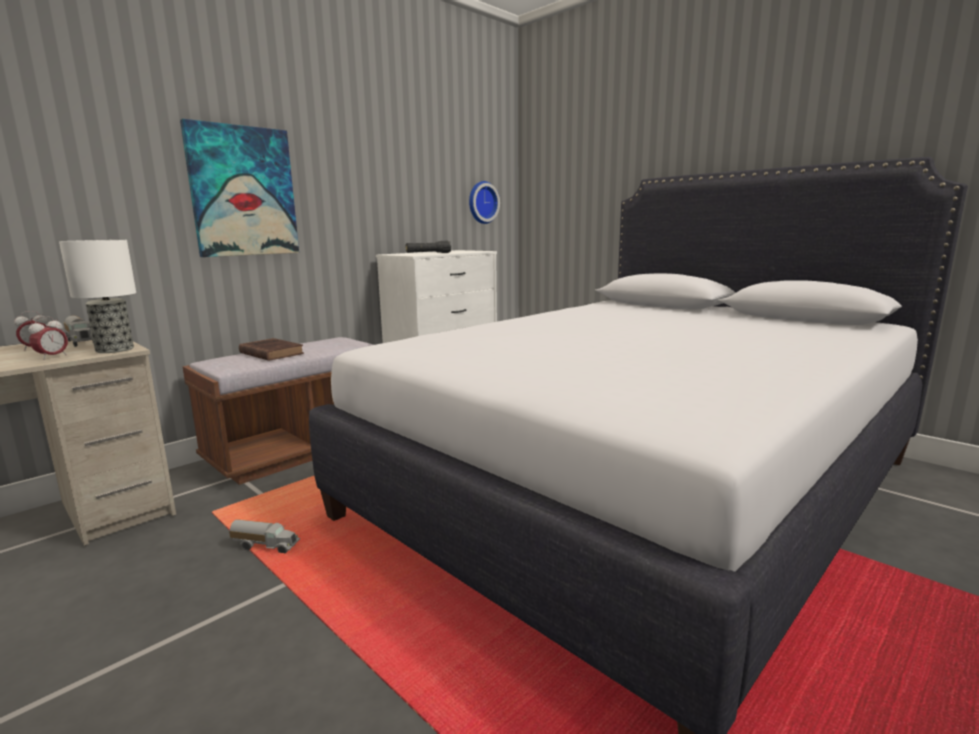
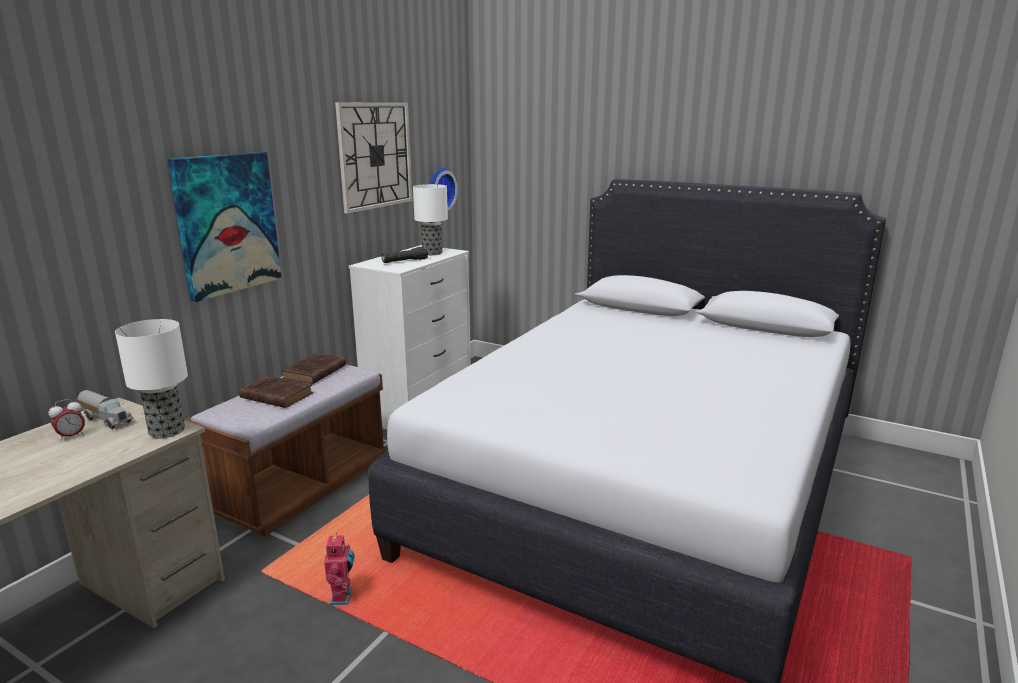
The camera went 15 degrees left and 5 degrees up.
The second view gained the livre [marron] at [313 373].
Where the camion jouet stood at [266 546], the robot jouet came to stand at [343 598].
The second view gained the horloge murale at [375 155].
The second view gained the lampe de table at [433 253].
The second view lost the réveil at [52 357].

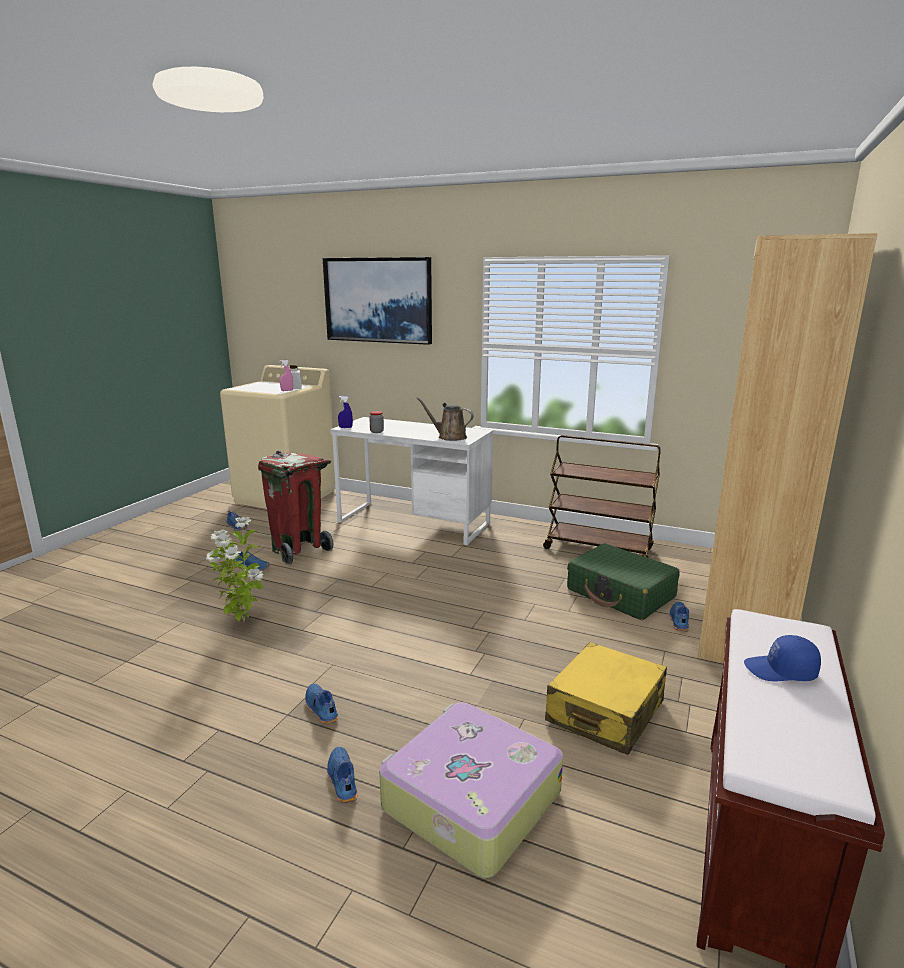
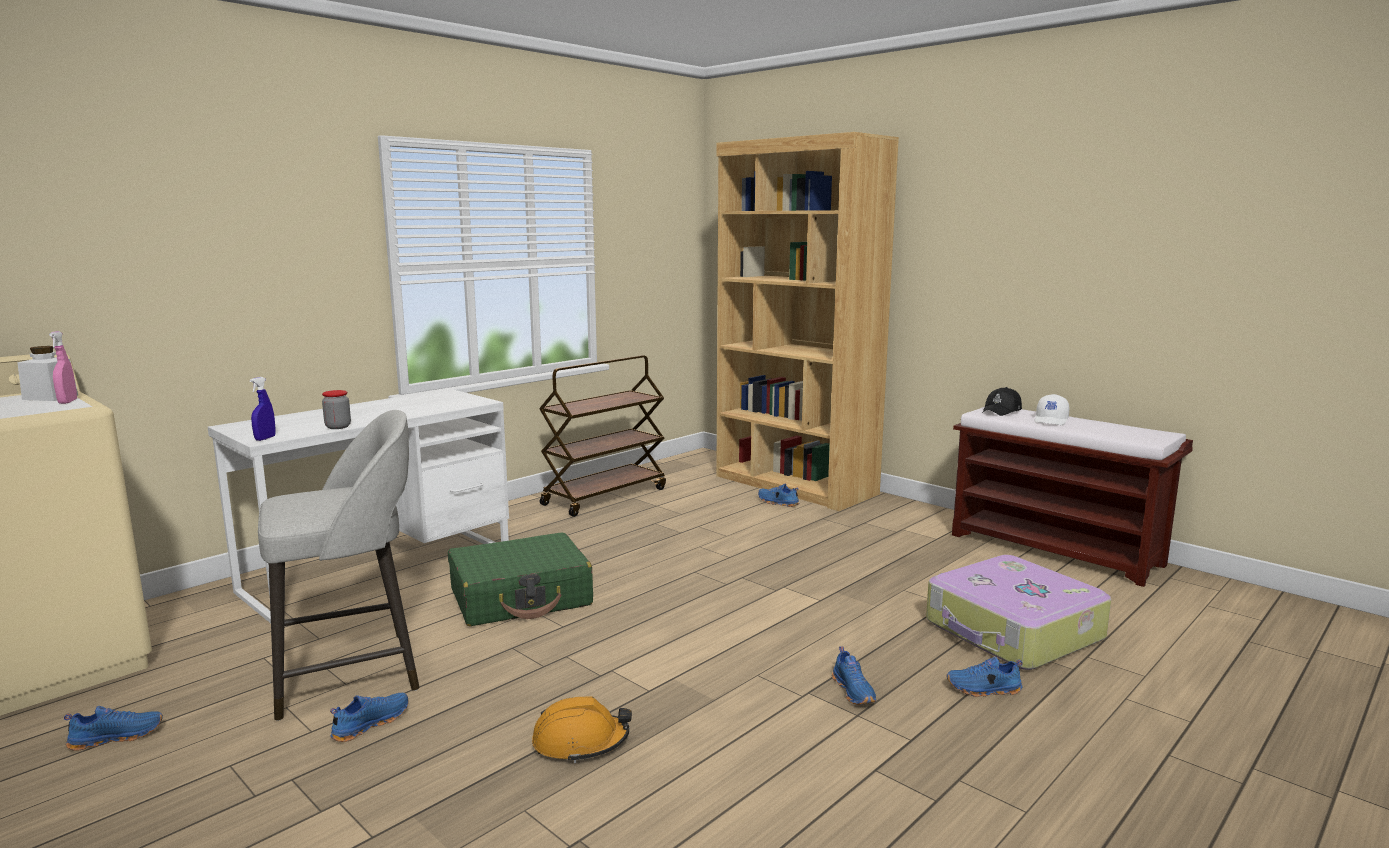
The camera went 70 degrees left and 5 degrees down.
Where the poubelle [rouge] stood at [298 550], the tabouret [gris] came to stand at [351 673].
The valise [vert] ended up elsewhere, having gone from [621 594] to [521 598].
Where the plante en pot stood at [242 622], the casque de chantier [orange] came to stand at [580 742].
The chaussure [bleu] at [320 709] ended up facing another way, 90 degrees counterclockwise from before.
The second view gained the casquette [noir] at [1002 411].
What was the casquette [bleu] at [780 671] turned into the casquette [blanc] at [1051 420].
The second view lost the tableau at [378 300].
The second view lost the arrosoir [marron] at [449 437].
The second view lost the valise [jaune] at [605 712].

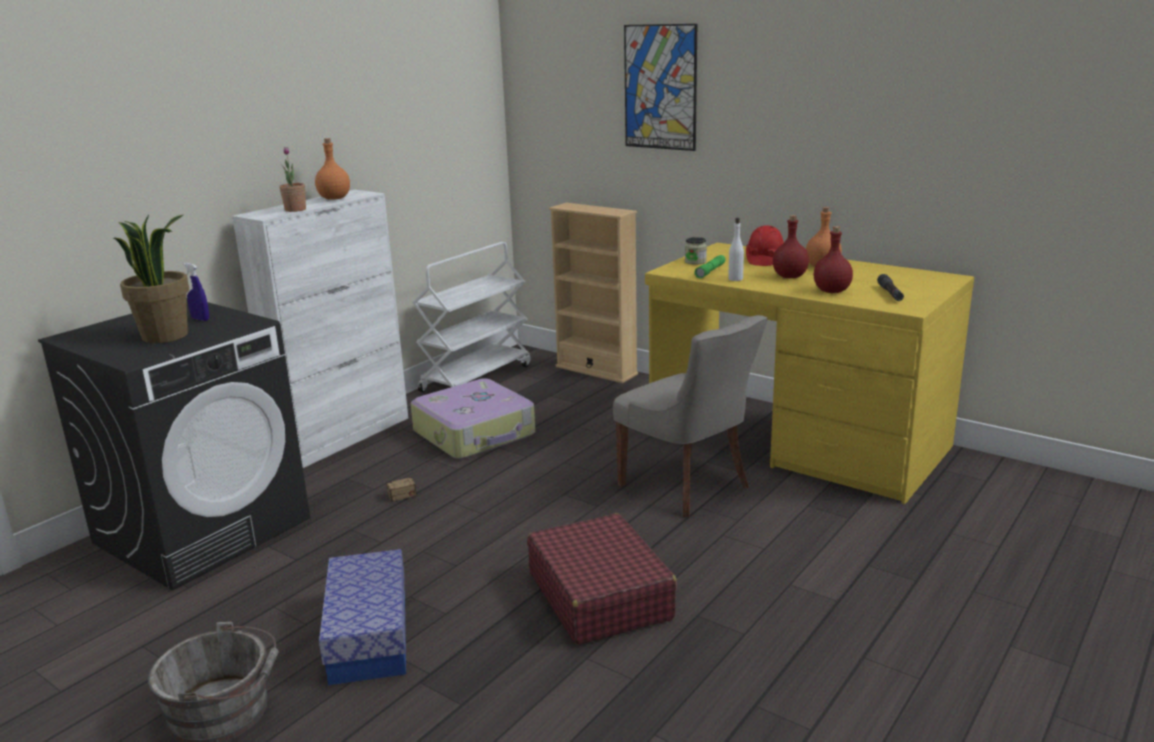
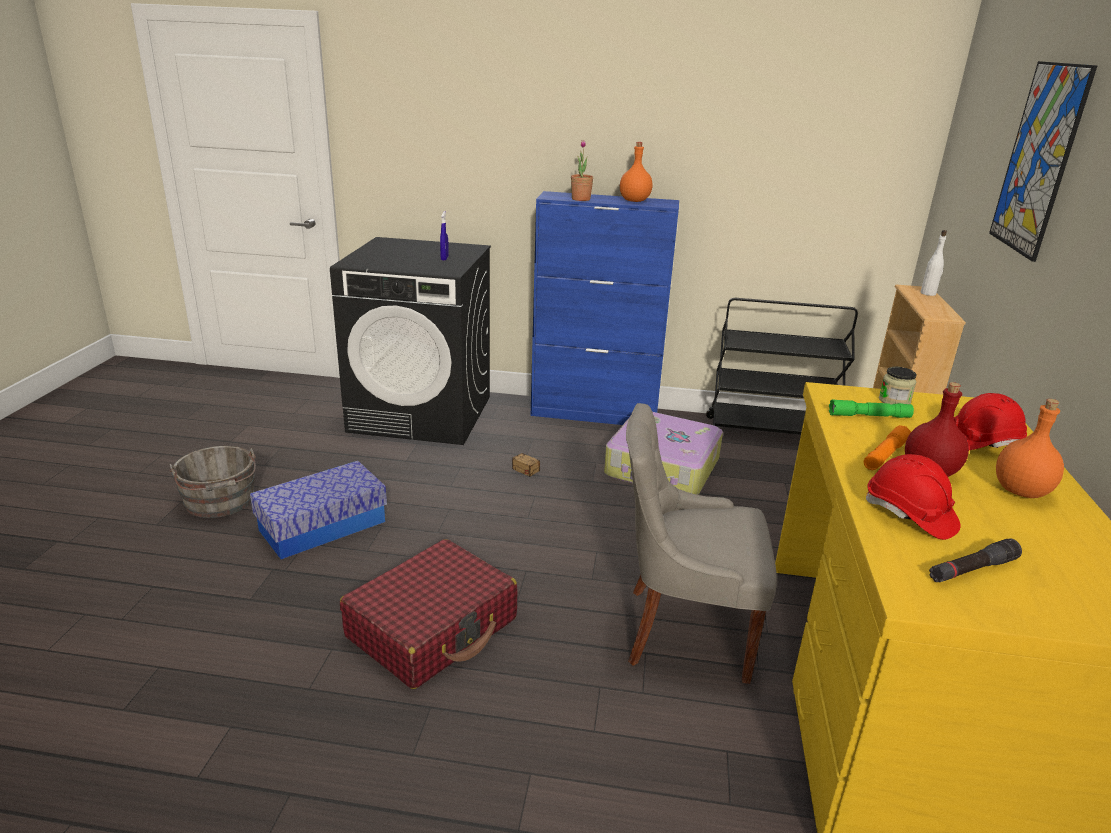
The camera went 60 degrees right and 5 degrees up.
What was the meuble de rangement [blanc] at [344 437] turned into the meuble de rangement [bleu] at [595 413].
The chaise [gris] at [687 486] ended up facing another way, 75 degrees clockwise from before.
What was the chariot [blanc] at [476 378] turned into the chariot [noir] at [769 433].
The second view gained the lampe de poche [orange] at [885 455].
Where the bouteille [rouge] stood at [832 291], the casque de chantier [rouge] came to stand at [909 515].
The bouteille [blanc] ended up elsewhere, having gone from [735 279] to [928 293].
The second view lost the plante en pot at [166 336].

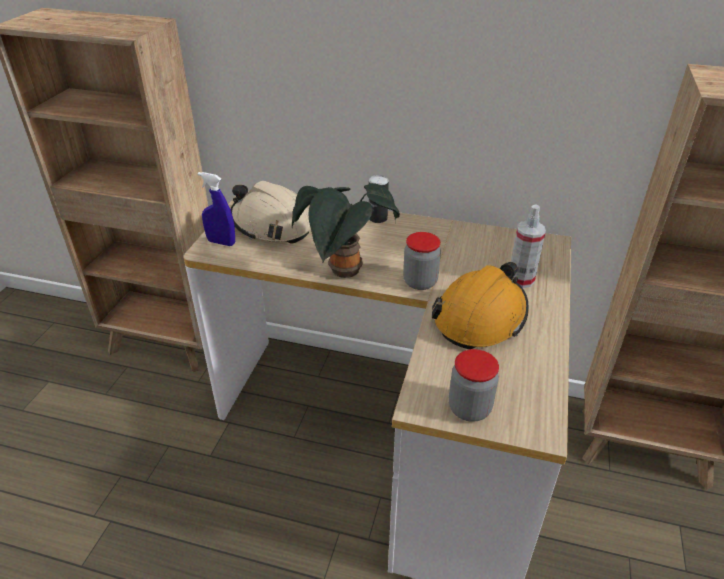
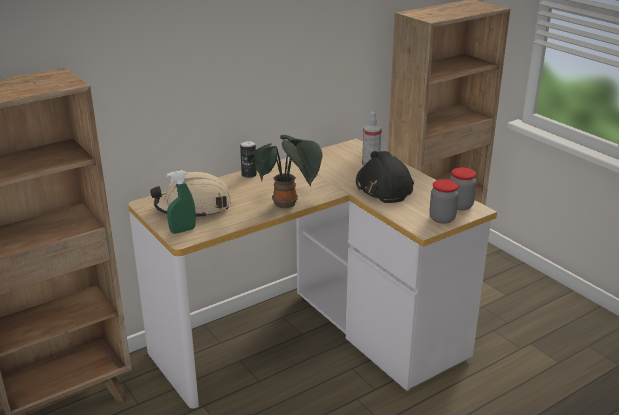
The camera went 50 degrees left and 10 degrees down.
What was the vaporisateur [bleu] at [221 242] turned into the vaporisateur [vert] at [183 230].
What was the casque de chantier [orange] at [480 317] turned into the casque de chantier [noir] at [383 187].
The bocal ended up elsewhere, having gone from [420 282] to [460 206].

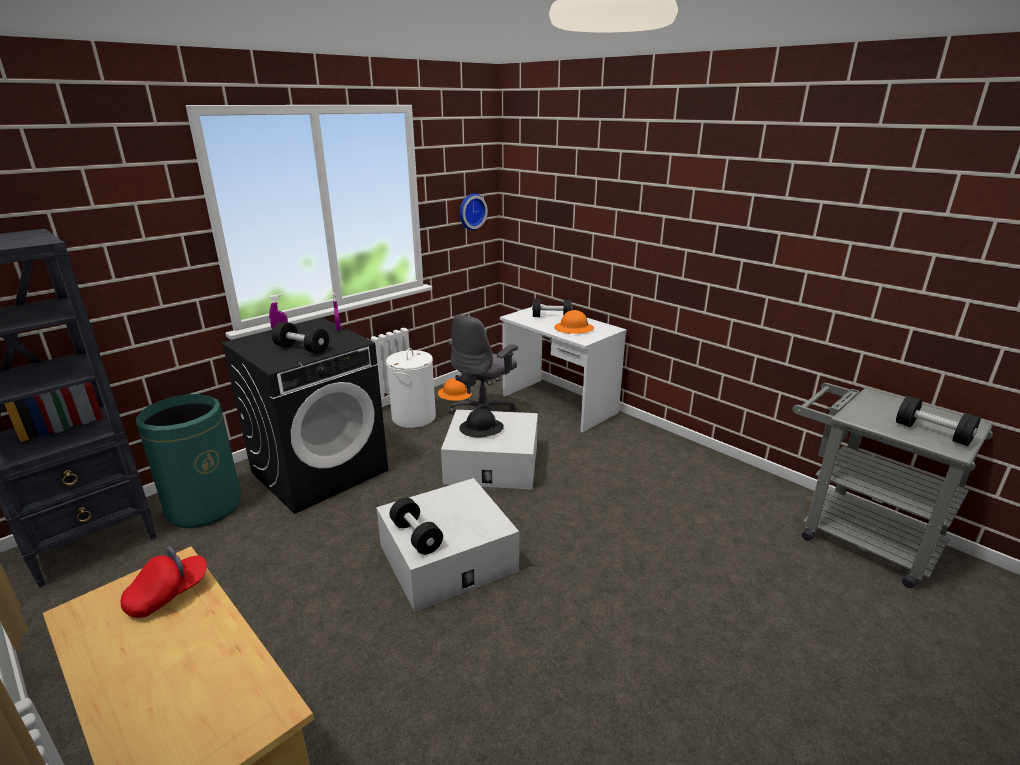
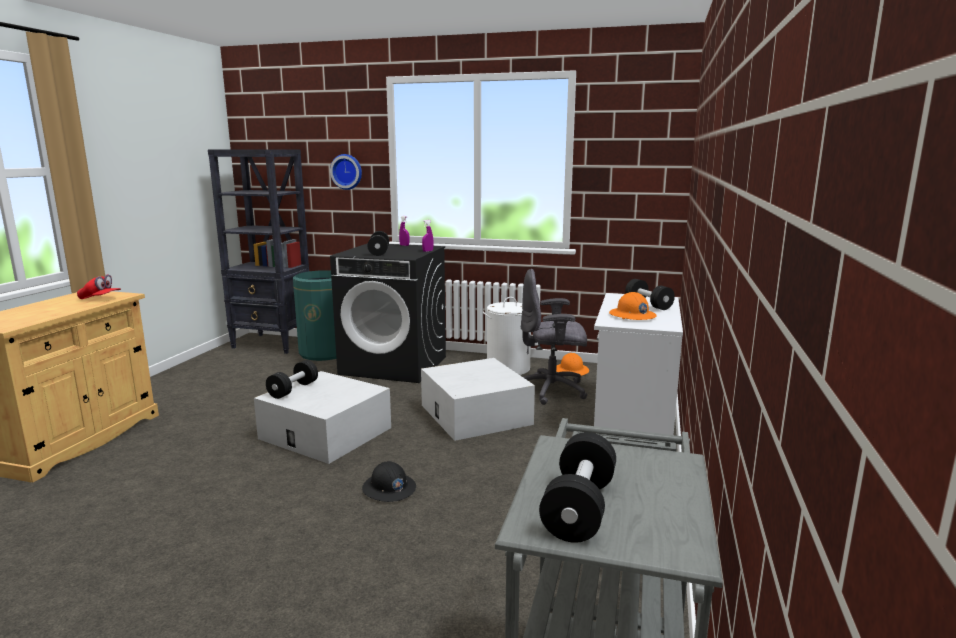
The camera went 60 degrees right and 10 degrees down.
The horloge murale ended up elsewhere, having gone from [471 211] to [347 171].
The casque de chantier [noir] ended up elsewhere, having gone from [481 429] to [389 489].

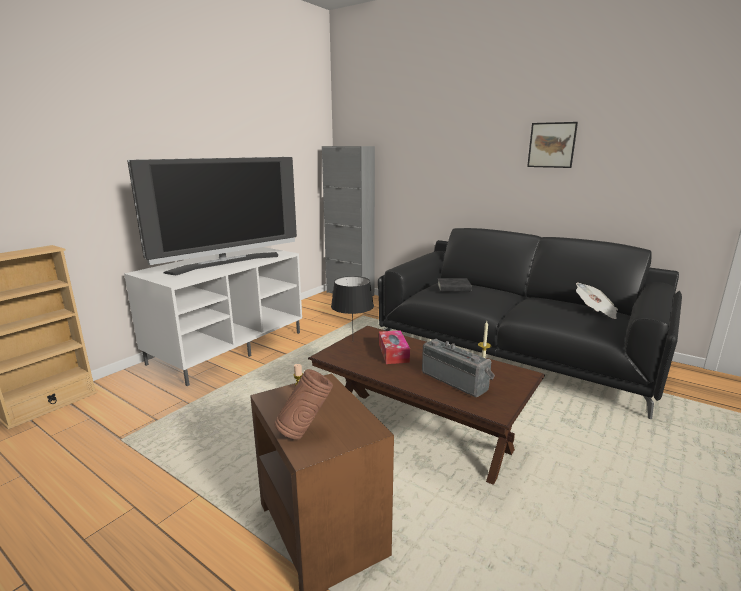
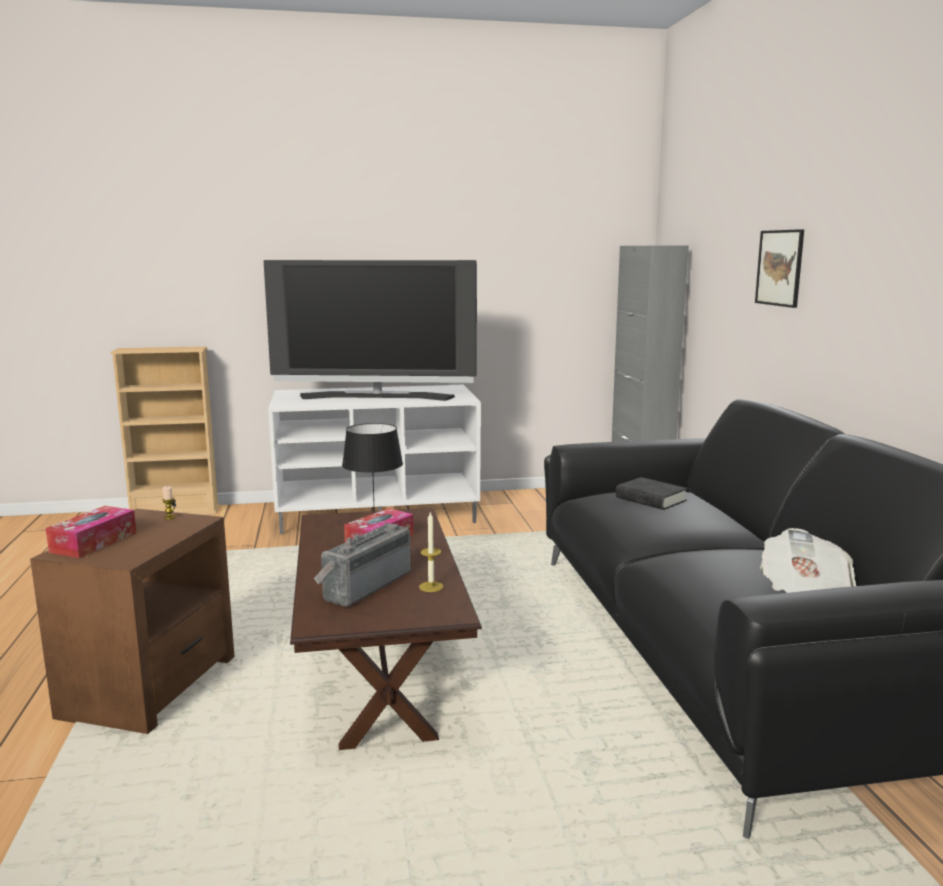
The camera went 45 degrees right and 5 degrees down.
Where the vase [marron] stood at [305 432], the boîte à mouchoirs came to stand at [94 542].
The radio at [456 380] ended up facing another way, 150 degrees counterclockwise from before.
The tableau ended up elsewhere, having gone from [551 145] to [779 268].

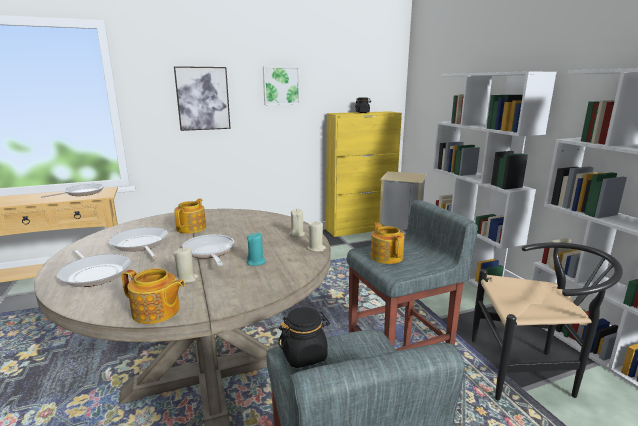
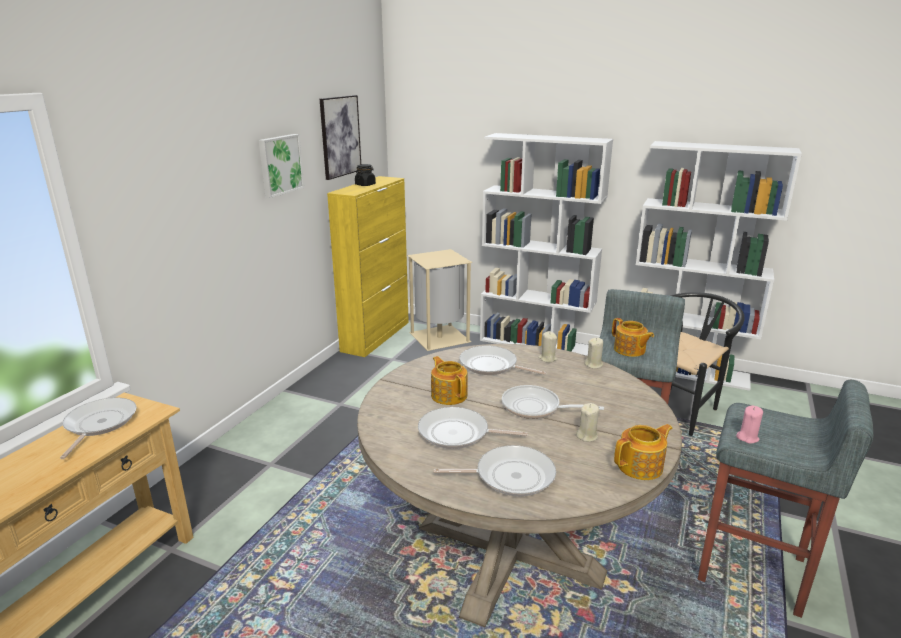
The camera went 45 degrees left and 5 degrees up.
The tableau ended up elsewhere, having gone from [203 98] to [340 136].
The second view gained the poêle at [491 366].
The théière at [386 256] ended up facing another way, 150 degrees counterclockwise from before.
Where the bocal [noir] stood at [304 355], the bougie [rose] came to stand at [747 437].
The second view lost the bougie [turquoise] at [256 262].

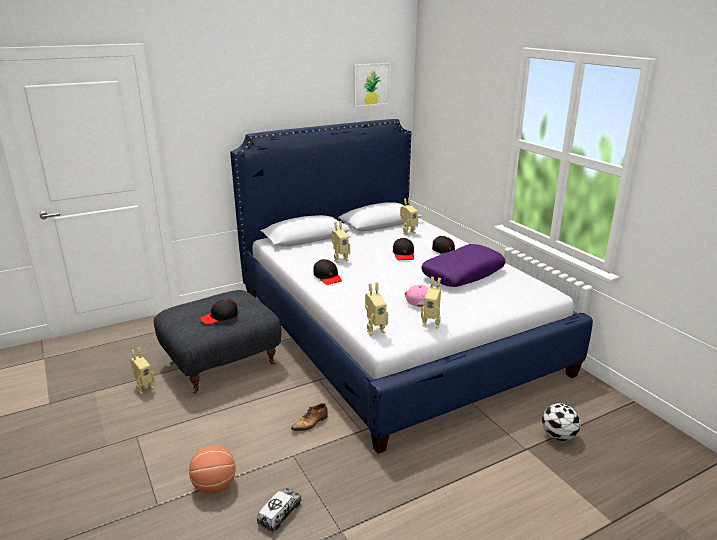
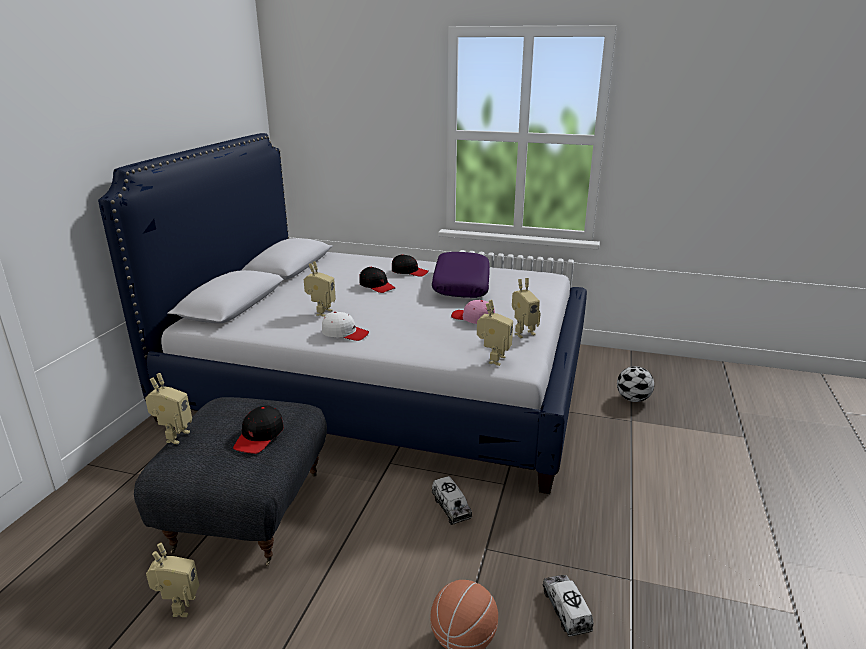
The camera went 45 degrees left and 0 degrees up.
The robot jouet ended up elsewhere, having gone from [407 232] to [174 436].
What was the casquette [noir] at [327 277] turned into the casquette [blanc] at [345 333].
Where the chaussure stood at [311 423], the camion jouet came to stand at [451 507].
The second view lost the tableau at [371 84].

